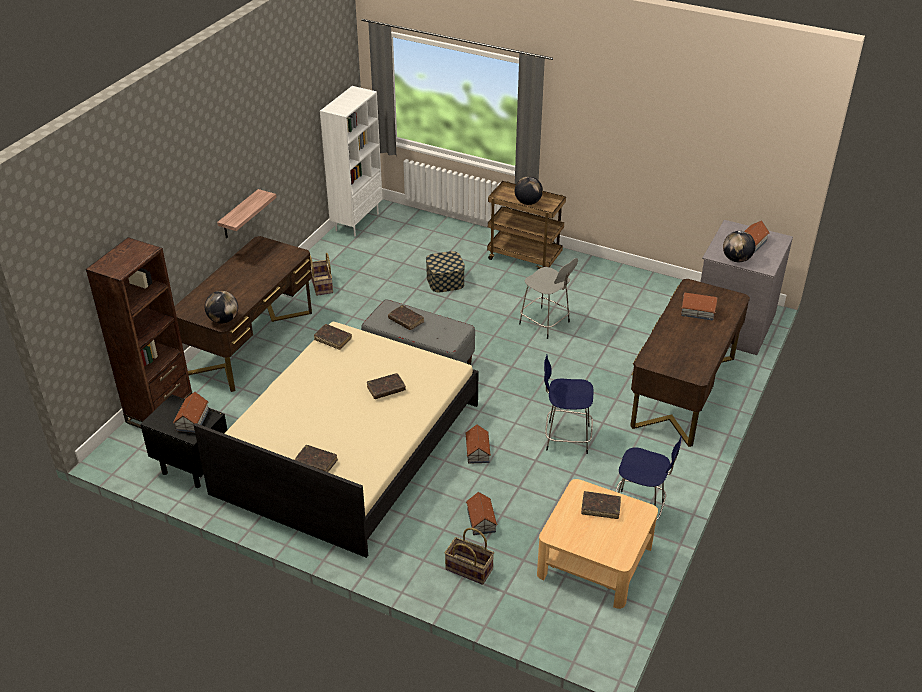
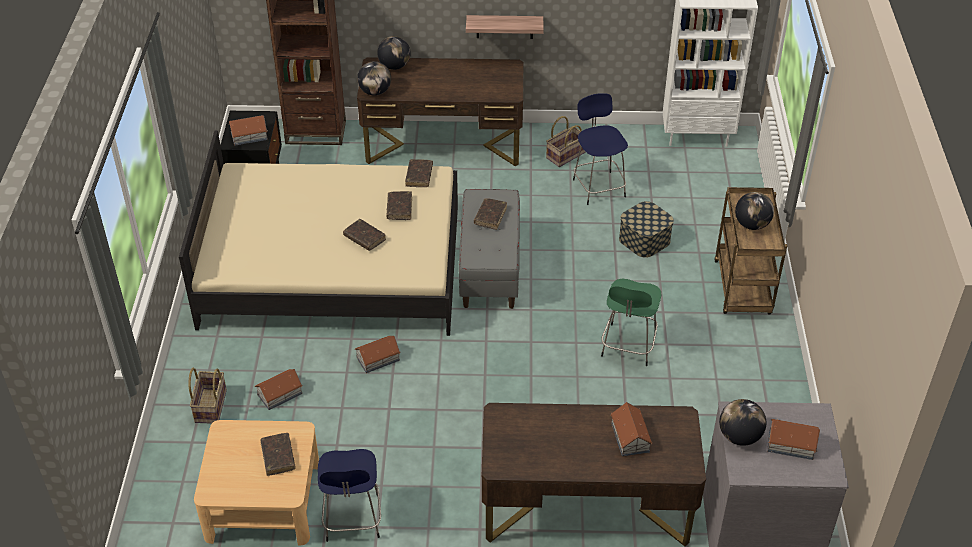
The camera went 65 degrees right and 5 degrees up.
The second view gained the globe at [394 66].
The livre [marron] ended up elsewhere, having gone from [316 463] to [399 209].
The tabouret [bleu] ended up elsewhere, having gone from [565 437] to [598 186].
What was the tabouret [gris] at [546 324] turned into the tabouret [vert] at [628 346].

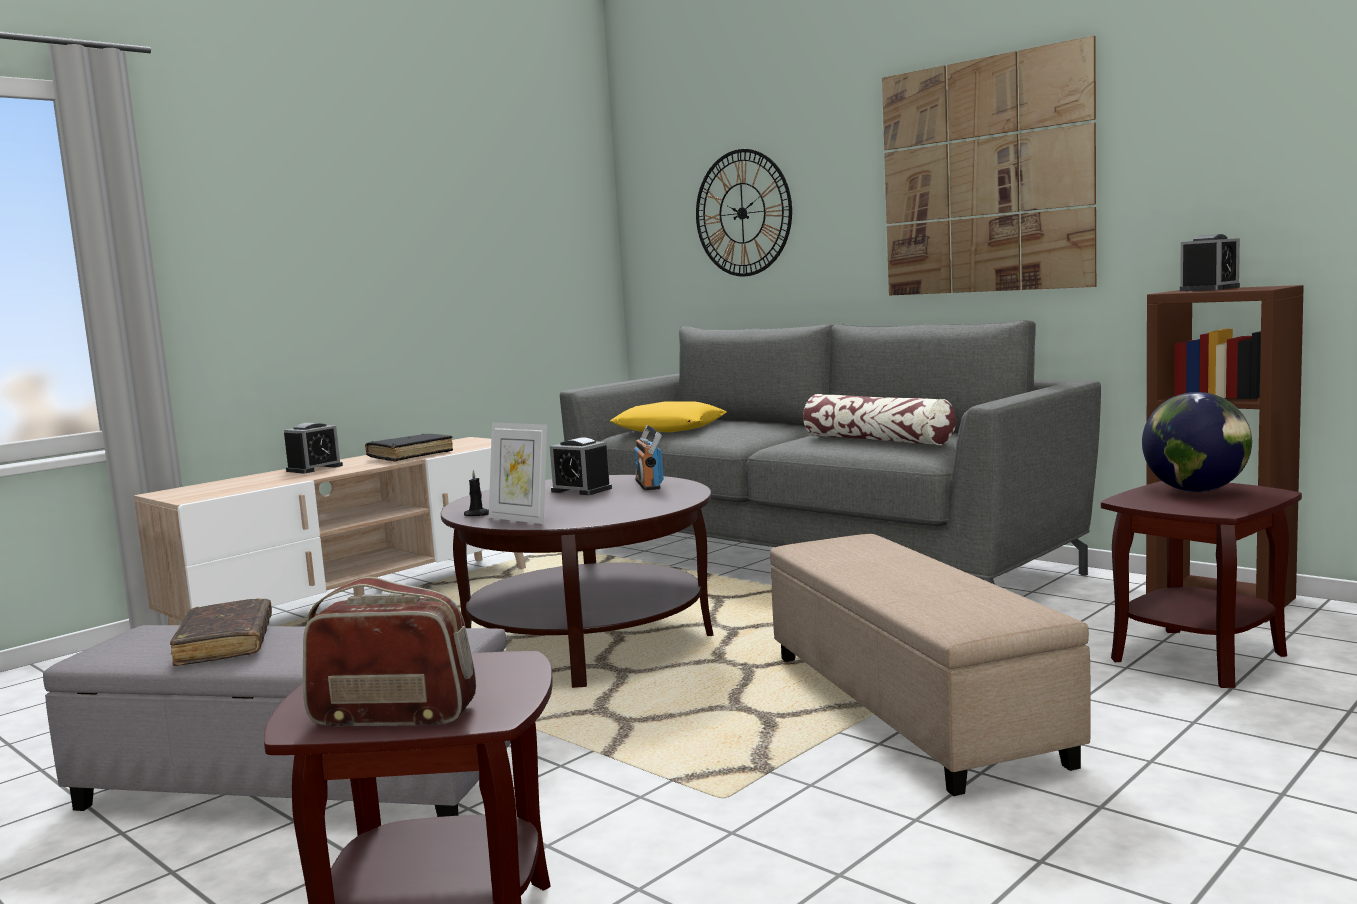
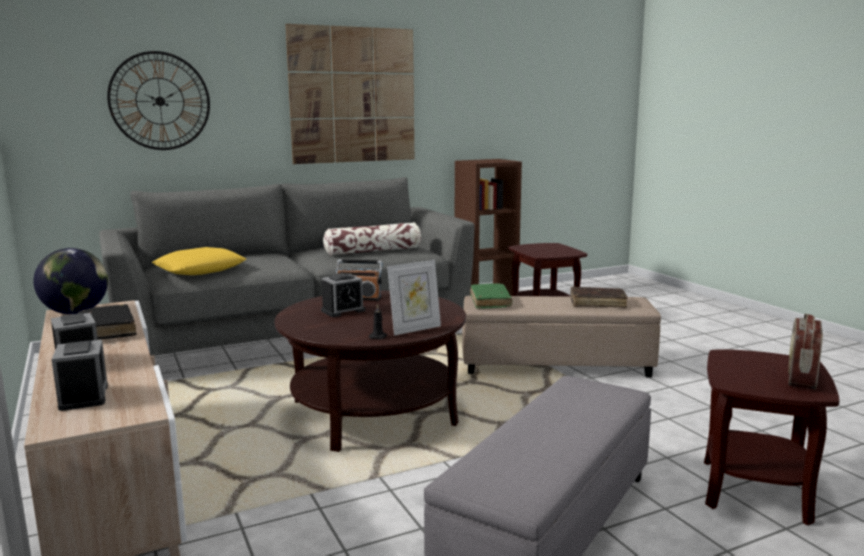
The camera went 70 degrees left and 5 degrees up.
The globe ended up elsewhere, having gone from [1196 491] to [76 312].
The réveil ended up elsewhere, having gone from [1209 289] to [84 397].
The second view gained the livre [vert] at [490 302].
The livre [marron] ended up elsewhere, having gone from [225 644] to [597 303].

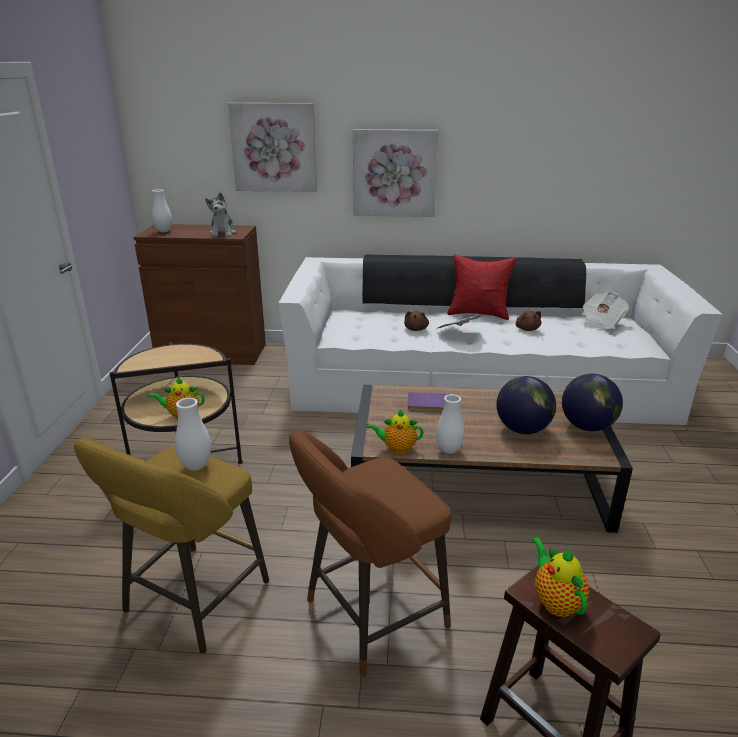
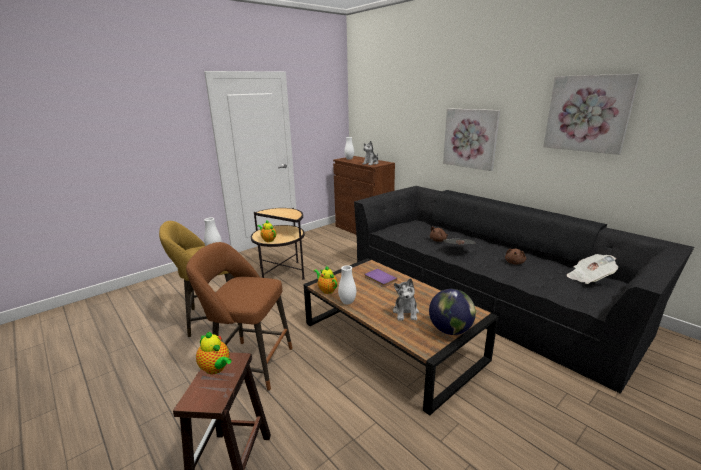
The camera went 45 degrees right and 5 degrees down.
The théière at [555 601] ended up facing another way, 105 degrees clockwise from before.
What was the canapé [blanc] at [478 380] turned into the canapé [noir] at [485 292].
Where the globe stood at [522 429], the peluche came to stand at [406 312].
The tableau ended up elsewhere, having gone from [274 147] to [587 113].
The second view lost the coussin [rouge] at [478 314].

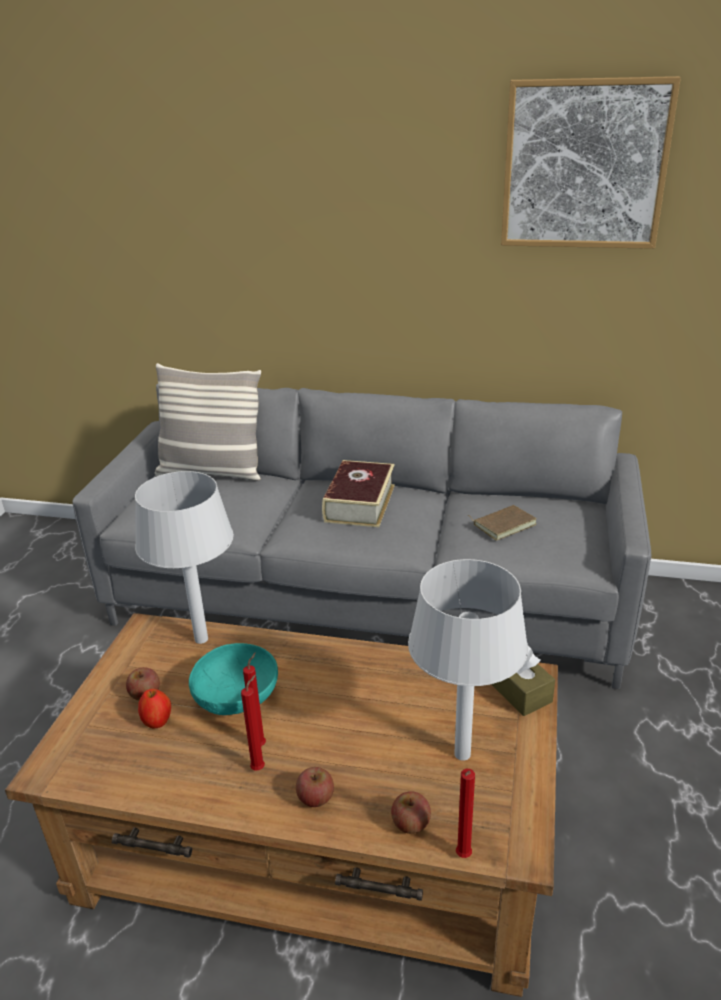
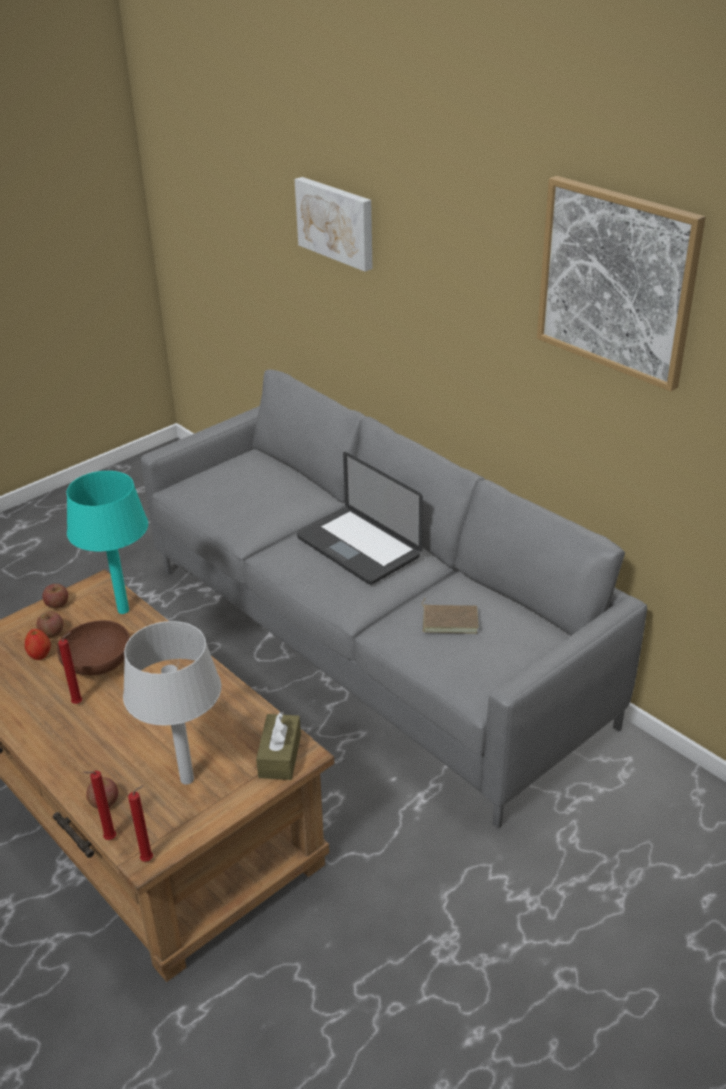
The camera went 35 degrees right and 5 degrees up.
The pomme ended up elsewhere, having gone from [315 798] to [57 604].
What was the bol [turquoise] at [237 700] turned into the bol [marron] at [98 666].
What was the lampe de table [gris] at [200 638] turned into the lampe de table [turquoise] at [123 609].
The bougie [rouge] ended up elsewhere, having gone from [260 767] to [149 859].
The second view gained the tableau at [337 222].
Where the livre stood at [360 503], the ordinateur portable came to stand at [358 547].
The second view lost the coussin at [212 472].

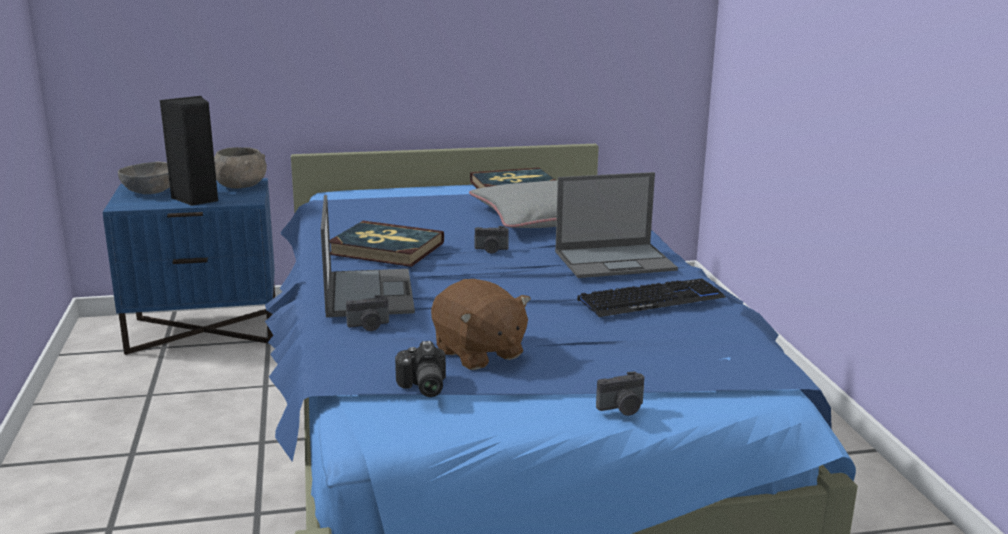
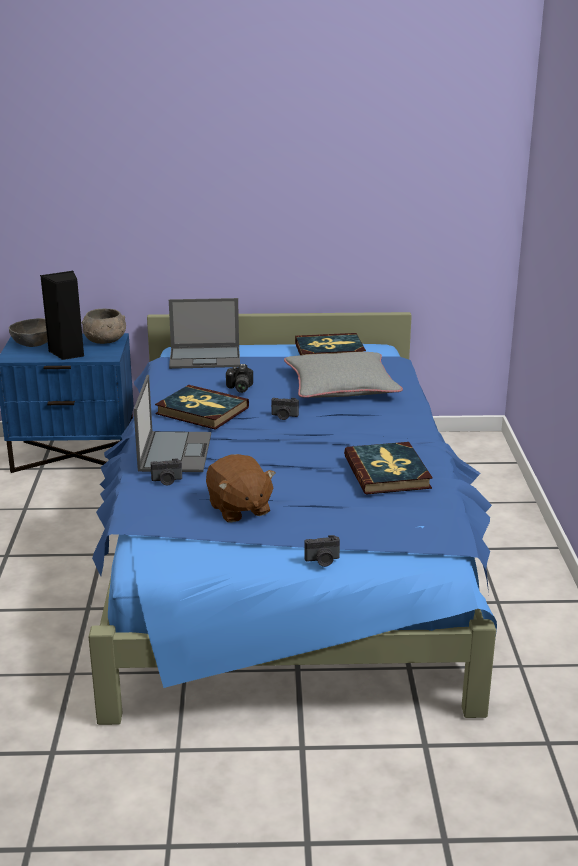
The camera went 10 degrees right and 5 degrees up.
The ordinateur portable ended up elsewhere, having gone from [616 261] to [206 358].
The appareil photo ended up elsewhere, having gone from [422 387] to [239 388].
Where the clavier stood at [651 300], the livre came to stand at [387 472].

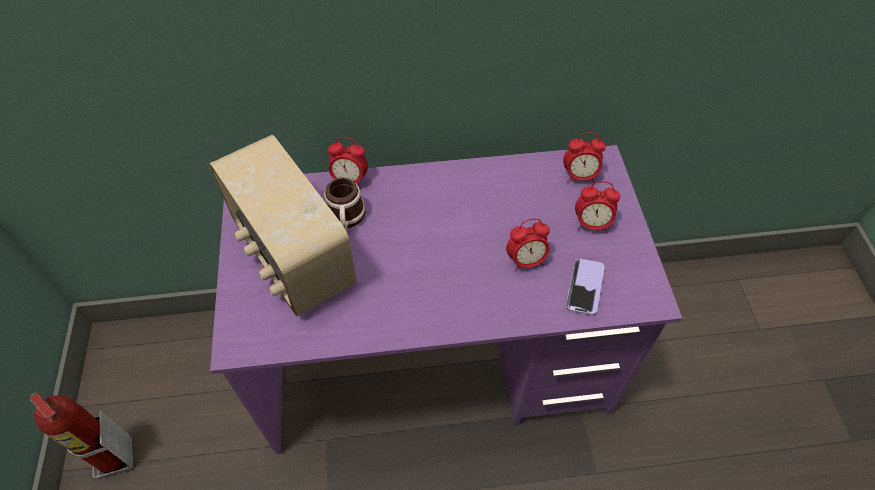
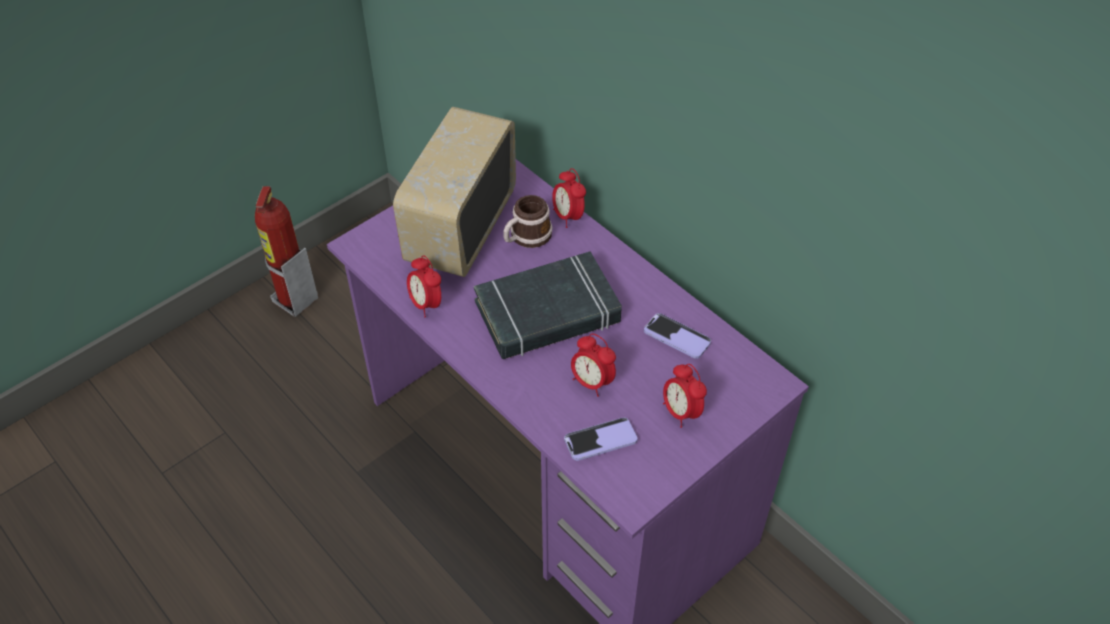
The camera went 55 degrees right and 5 degrees down.
The réveil ended up elsewhere, having gone from [579 176] to [426 304].
The second view gained the livre [noir] at [548 313].
The second view gained the téléphone at [677 337].

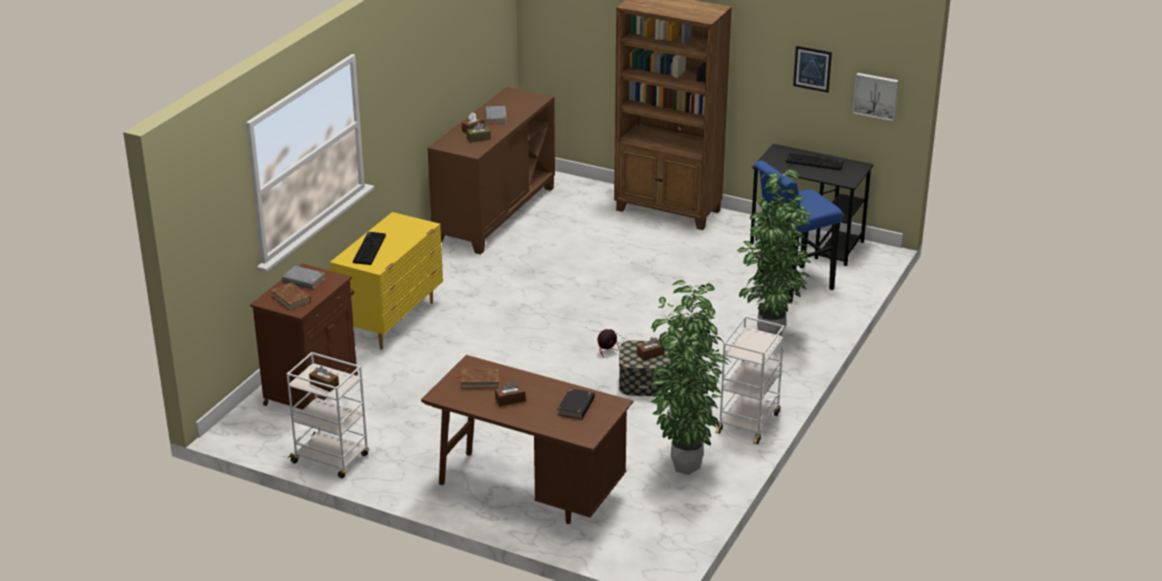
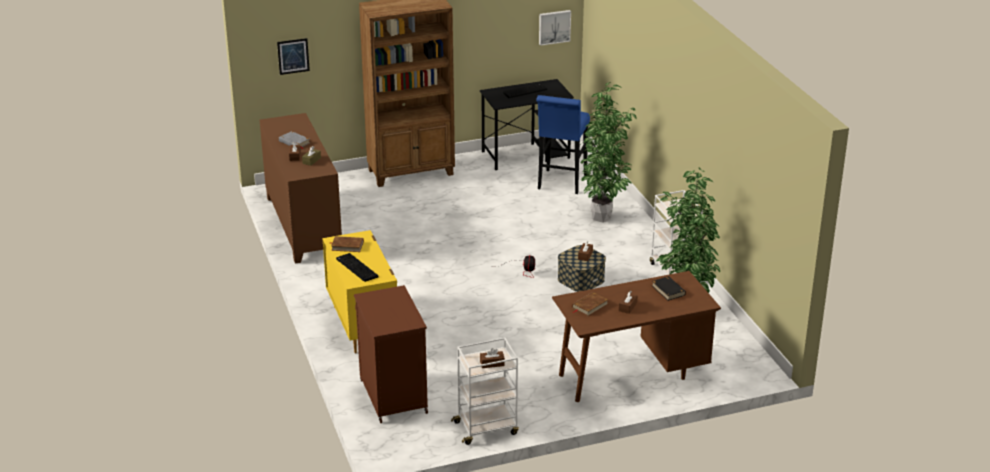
The camera went 45 degrees left and 0 degrees up.
The tableau ended up elsewhere, having gone from [812 69] to [293 56].
The livre [marron] ended up elsewhere, having gone from [291 298] to [347 246].
The second view lost the livre [gris] at [304 280].

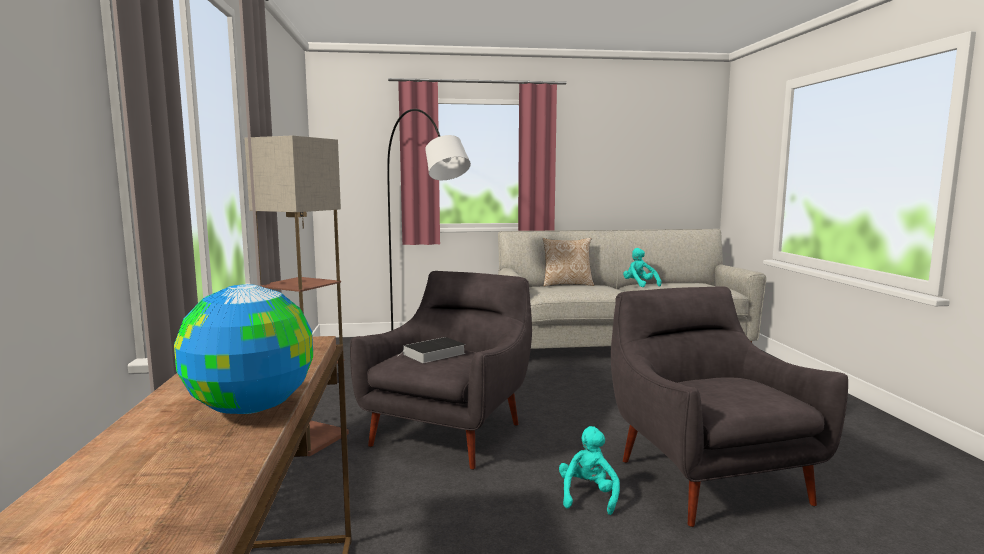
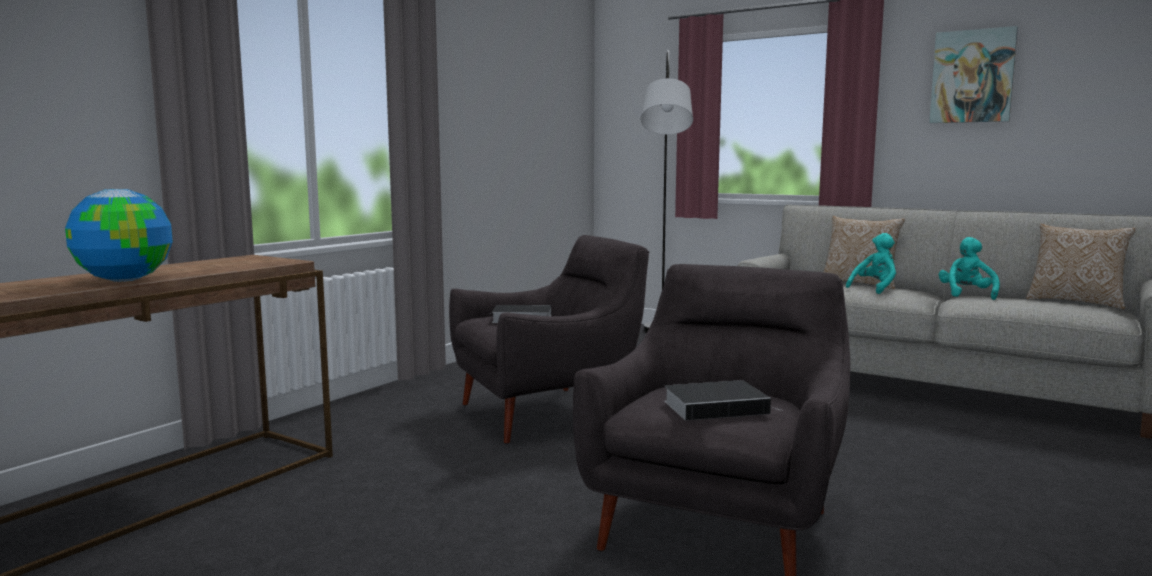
The camera went 40 degrees right and 0 degrees up.
The second view gained the livre at [718 407].
The peluche [turquoise] ended up elsewhere, having gone from [588 496] to [875 289].
The second view gained the tableau at [972 76].
The second view gained the coussin at [1075 302].
The second view lost the lampadaire at [308 438].

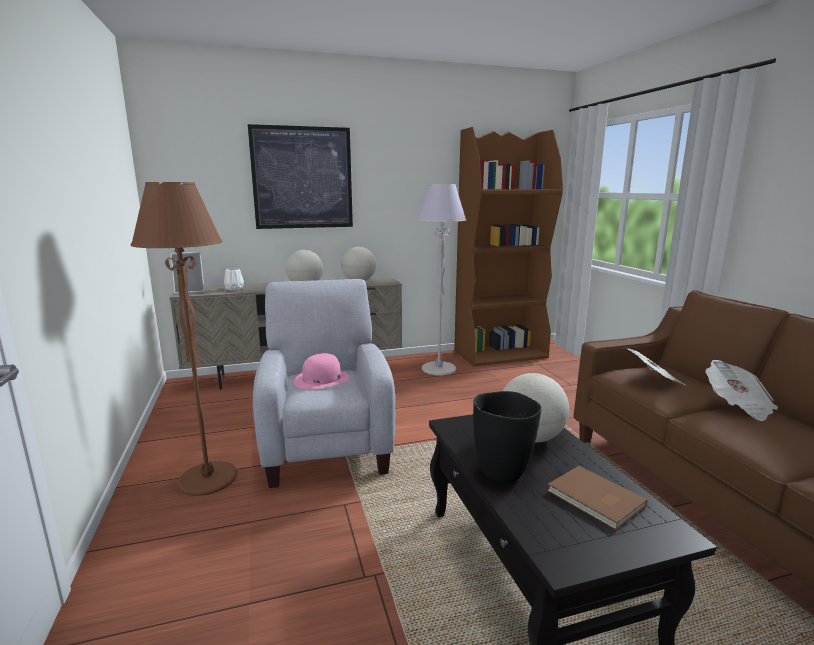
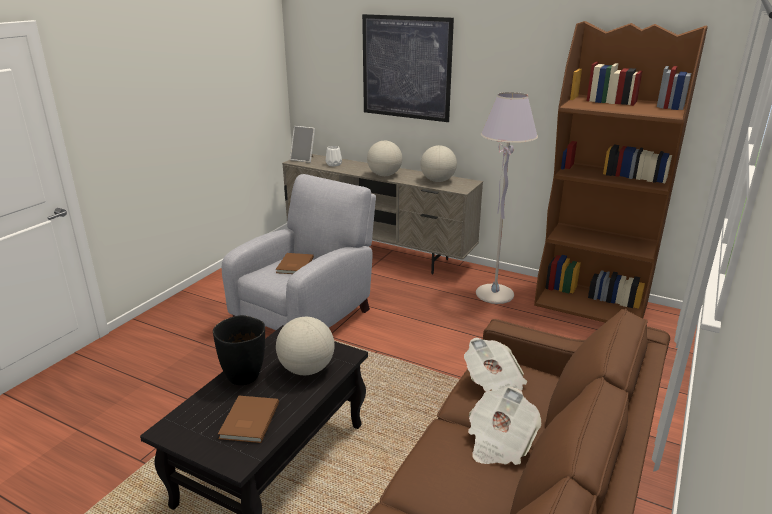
The camera went 45 degrees right and 10 degrees up.
Where the chapeau [rose] stood at [321 379], the livre [marron] came to stand at [293 265].
The second view lost the lampadaire [marron] at [208 479].

